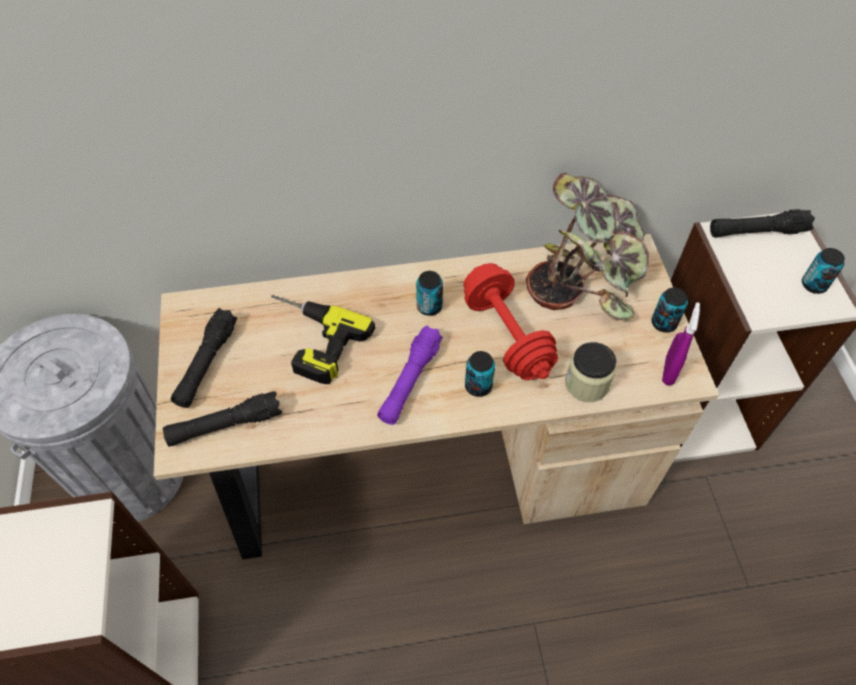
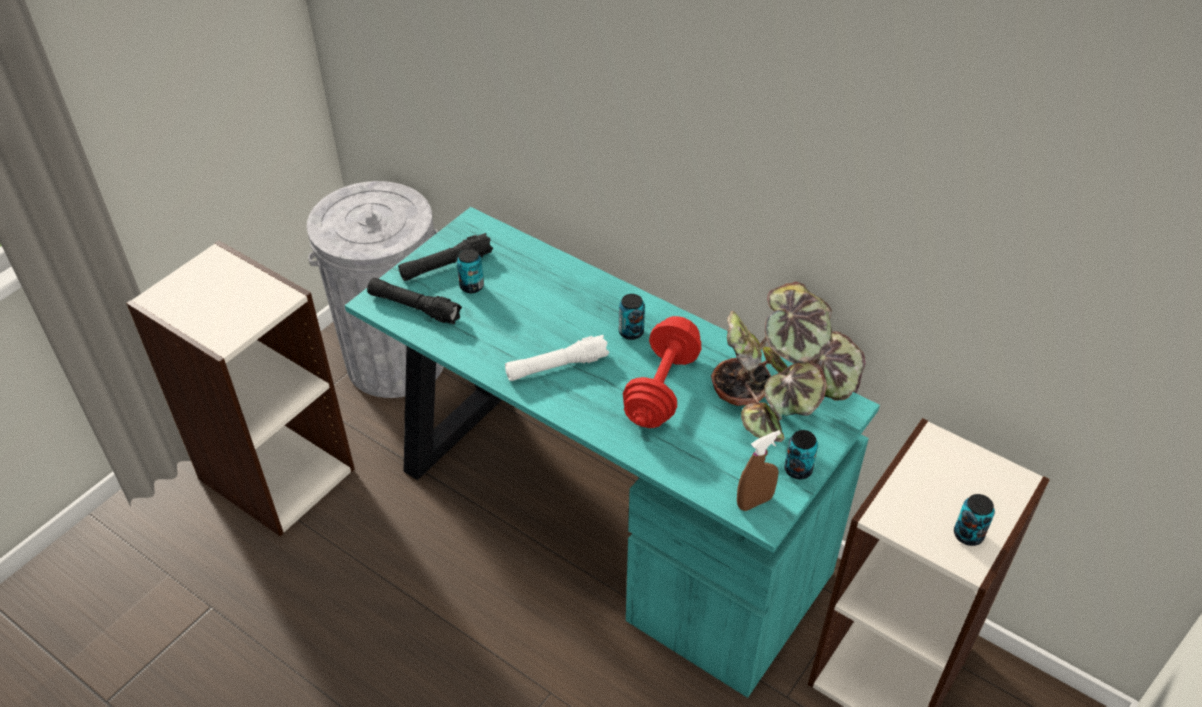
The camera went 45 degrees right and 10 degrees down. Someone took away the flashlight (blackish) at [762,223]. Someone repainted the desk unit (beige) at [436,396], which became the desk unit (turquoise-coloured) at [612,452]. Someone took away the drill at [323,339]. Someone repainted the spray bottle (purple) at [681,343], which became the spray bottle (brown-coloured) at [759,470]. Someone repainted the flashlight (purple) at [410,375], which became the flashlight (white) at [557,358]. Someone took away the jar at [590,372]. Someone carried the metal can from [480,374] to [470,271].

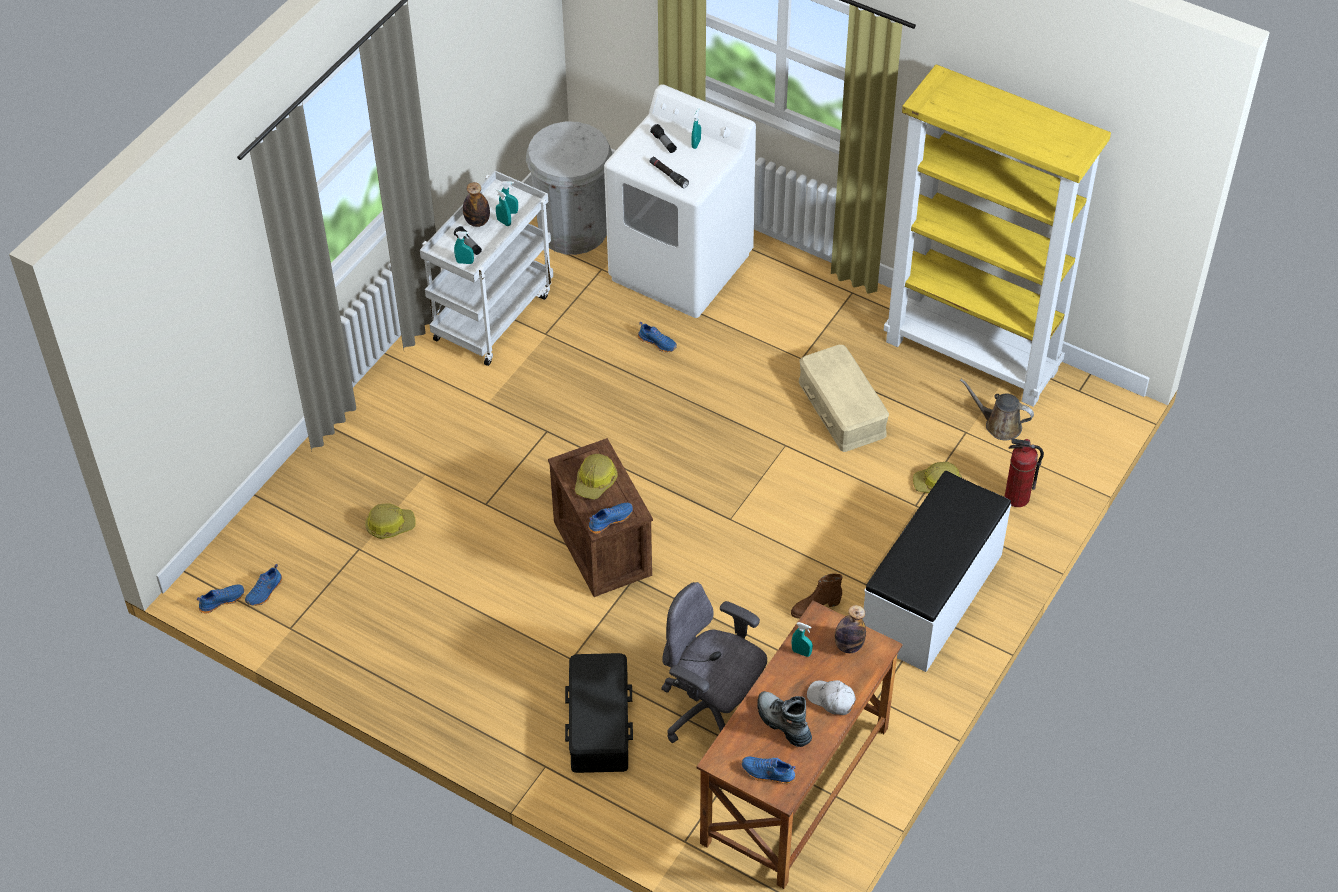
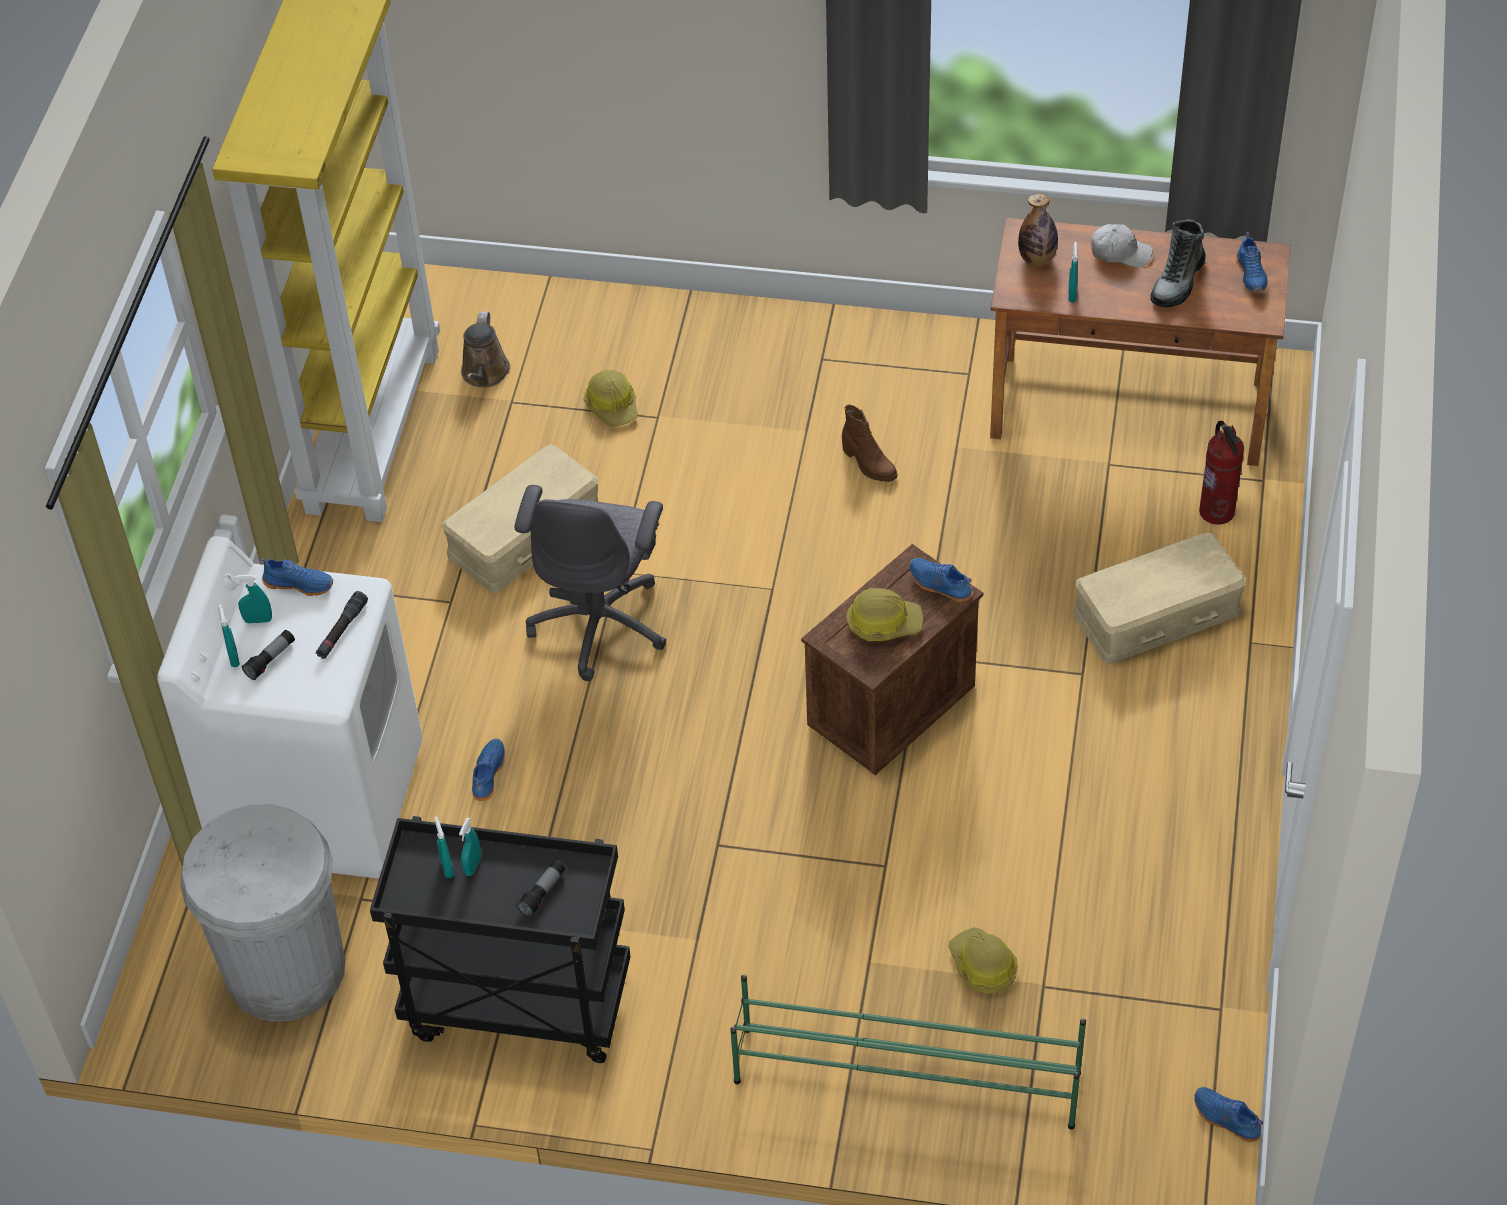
The camera went 110 degrees left and 0 degrees up. Someone repainted the wheeled cart (white) at [486,268], which became the wheeled cart (blackish) at [500,939]. Someone took away the bottle at [476,204]. Someone carried the spray bottle (turquoise-coloured) from [464,247] to [229,635]. Someone carried the fire extinguisher from [1024,472] to [1221,473]. Someone took away the indoor bench (white) at [937,571]. Someone carried the shoe (bluish) from [263,585] to [296,577]. Someone carried the desk chair (gray) from [714,662] to [590,583]. Someone repainted the storage box (blackish) at [599,713], which became the storage box (beige) at [1159,598]. Someone rotated the peaked cap (white) at [831,697] by 90 degrees counterclockwise. Someone put down the shoe rack (green-coloured) at [908,1052].

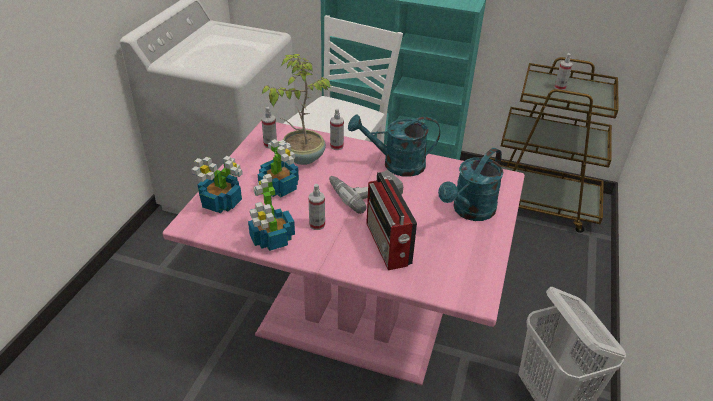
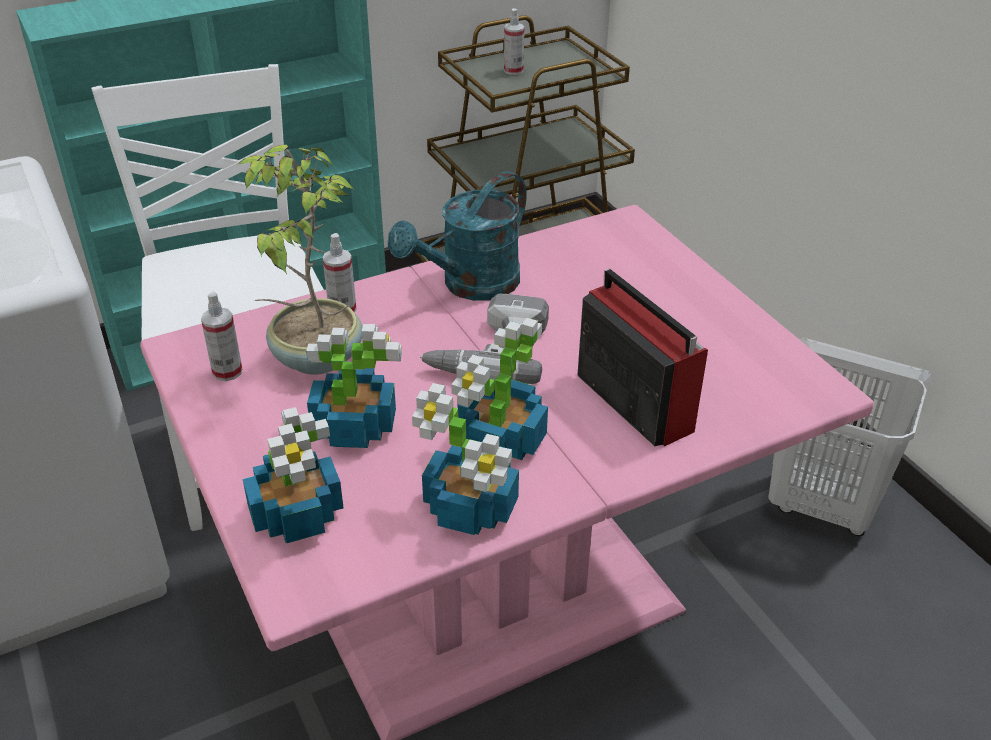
The camera went 45 degrees left and 0 degrees up. Someone took away the sprinkling can (turquoise-coloured) at [471,184]. Someone rotated the radio receiver at [391,221] by 150 degrees counterclockwise. Someone swapped the spray bottle at [316,207] for the houseplant at [499,389].

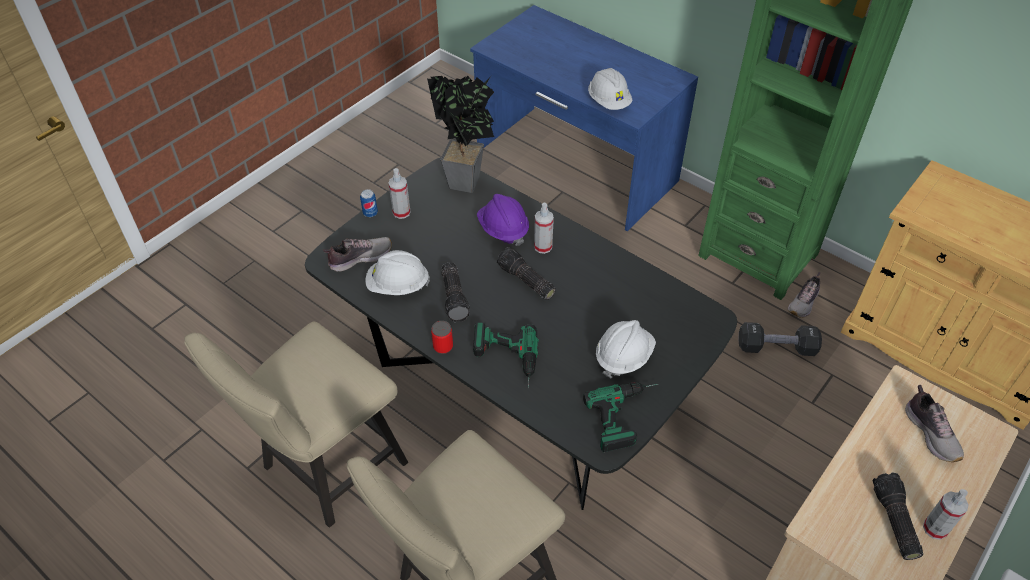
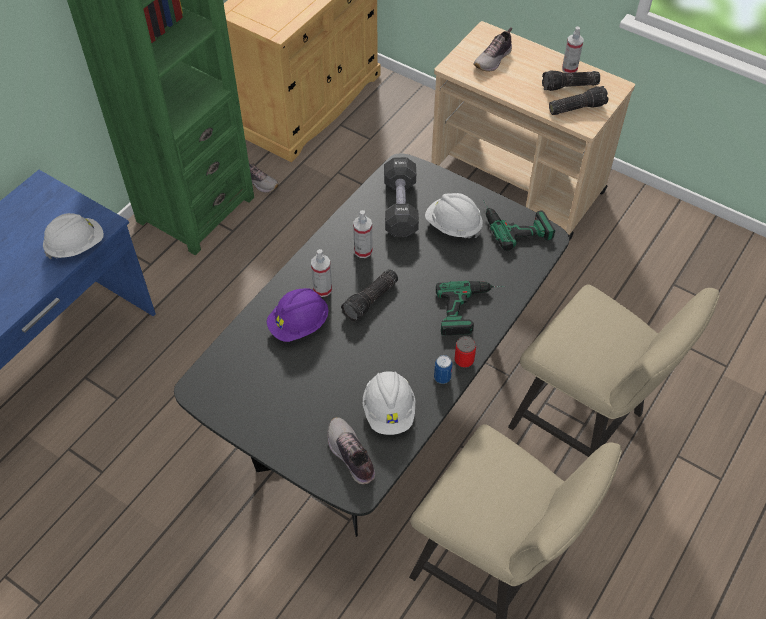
The camera went 95 degrees left and 5 degrees up. Someone took away the houseplant at [460,134]. Someone carried the spray bottle from [399,193] to [363,234]. Someone carried the metal can from [369,203] to [443,369]. Someone carried the flashlight from [455,292] to [578,100]. Someone carried the dumbbell (blackish) from [780,339] to [401,197]. Someone rotated the shoe at [934,423] by 150 degrees clockwise.

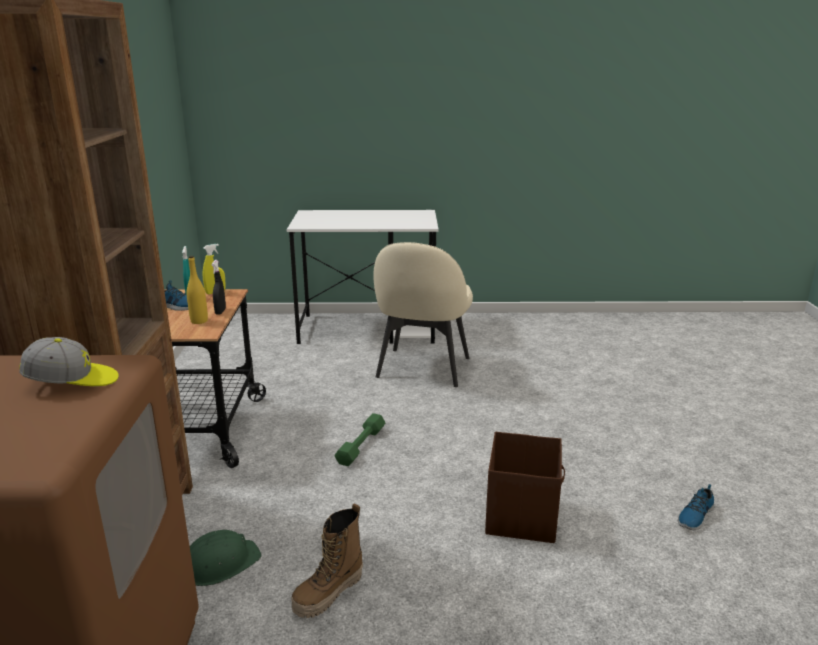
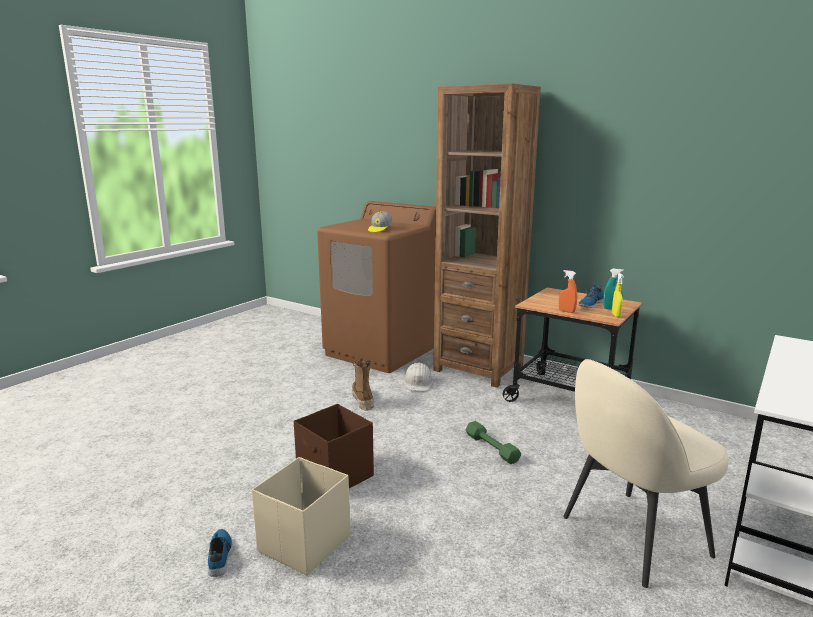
The camera went 125 degrees right and 5 degrees down. Someone rotated the upright chair (beige) at [423,314] by 75 degrees counterclockwise. Someone took away the bottle (yellowish) at [197,290]. Someone repainted the spray bottle (blackish) at [218,287], which became the spray bottle (orangey) at [568,291]. Someone repainted the hard hat (green-coloured) at [226,558], which became the hard hat (white) at [418,377]. Someone put down the storage box (beige) at [301,516].

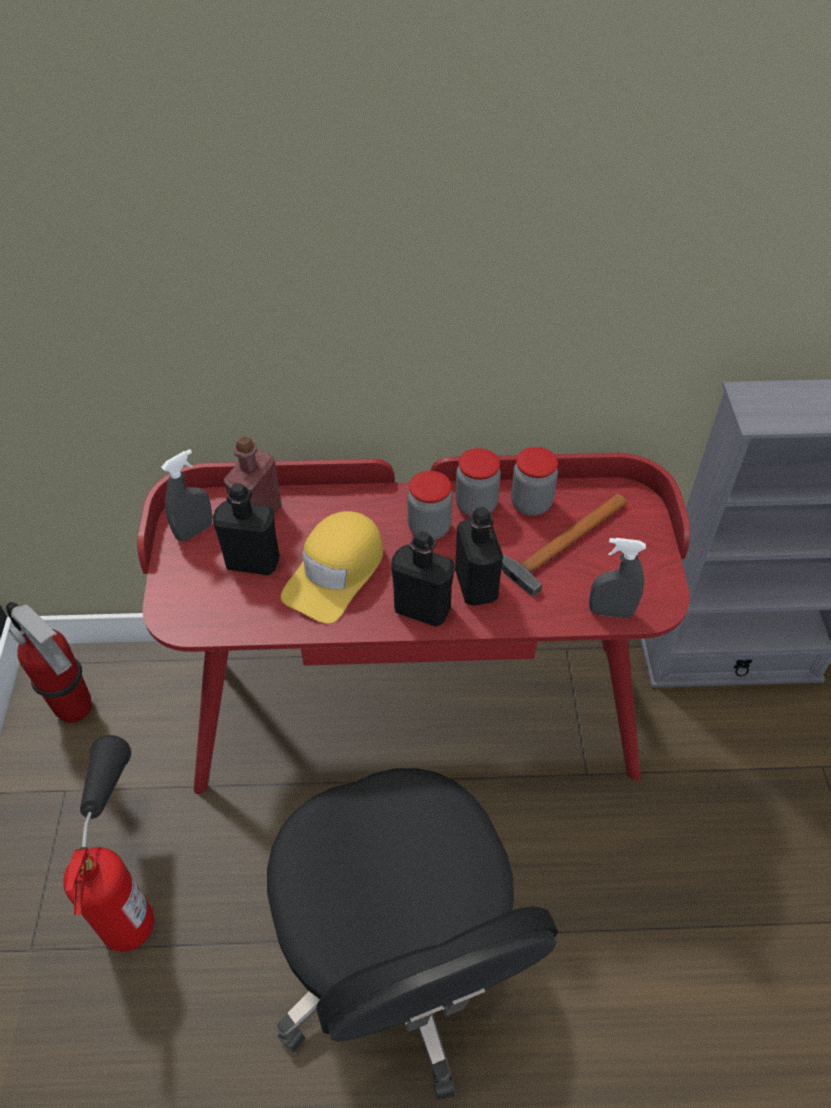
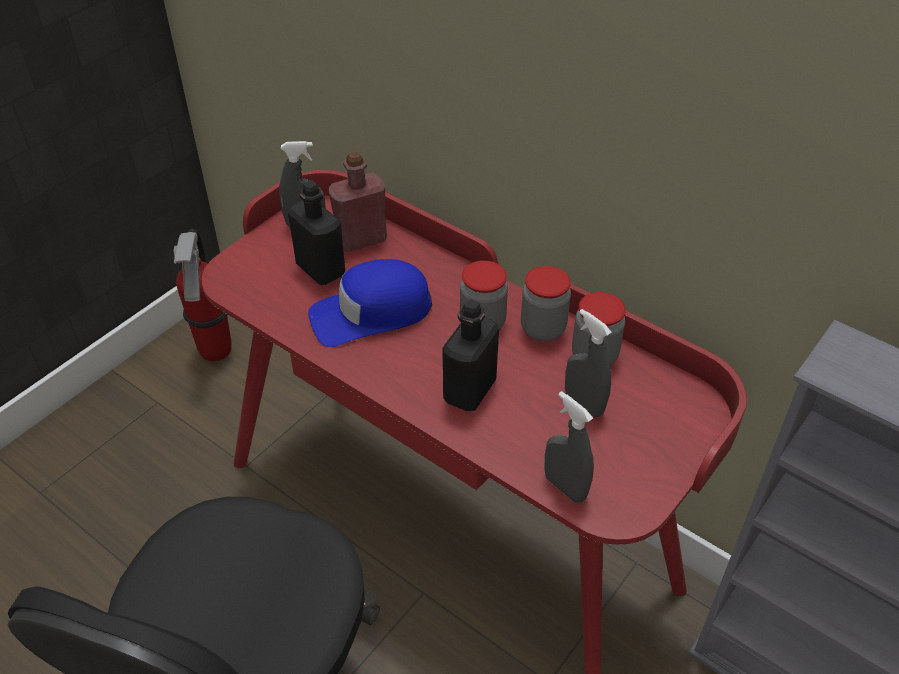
The camera went 40 degrees right and 5 degrees down. Someone swapped the tool hammer at [564,545] for the spray bottle (gray) at [588,363]. Someone repainted the peaked cap (yellowish) at [332,567], which became the peaked cap (bluish) at [370,303]. Someone took away the bottle (blackish) at [422,579]. Someone took away the fire extinguisher at [109,843].

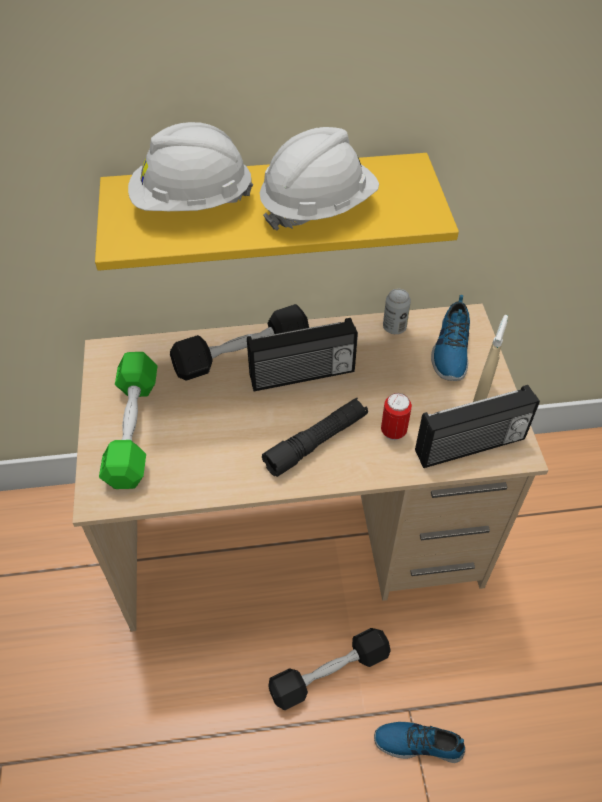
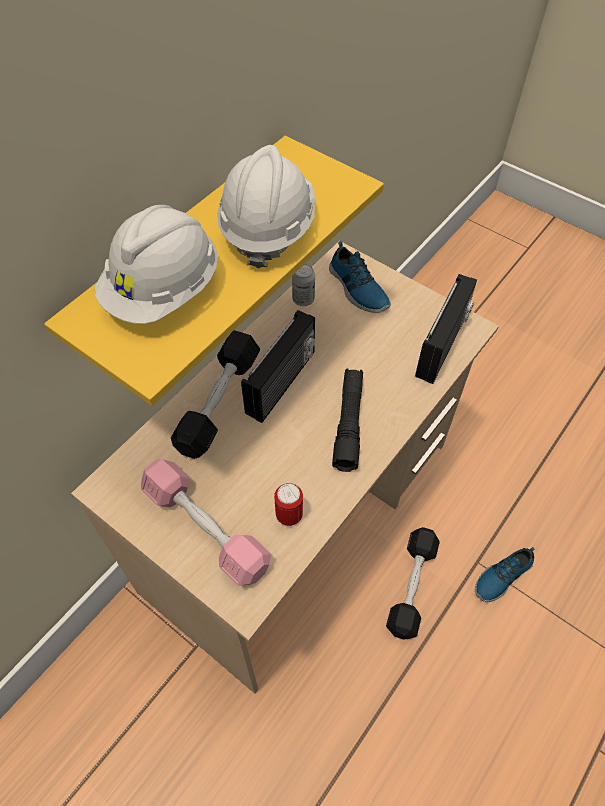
The camera went 45 degrees left and 5 degrees up. Someone took away the spray bottle (beige) at [490,358]. Someone repainted the dumbbell (green-coloured) at [128,420], which became the dumbbell (pinkish) at [206,522]. Someone carried the metal can from [396,416] to [288,504].

